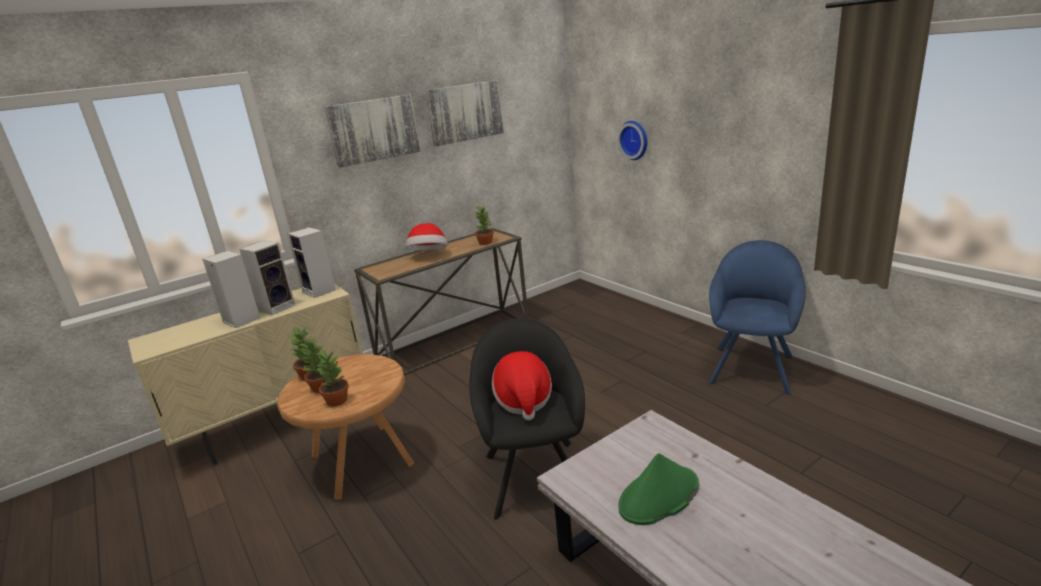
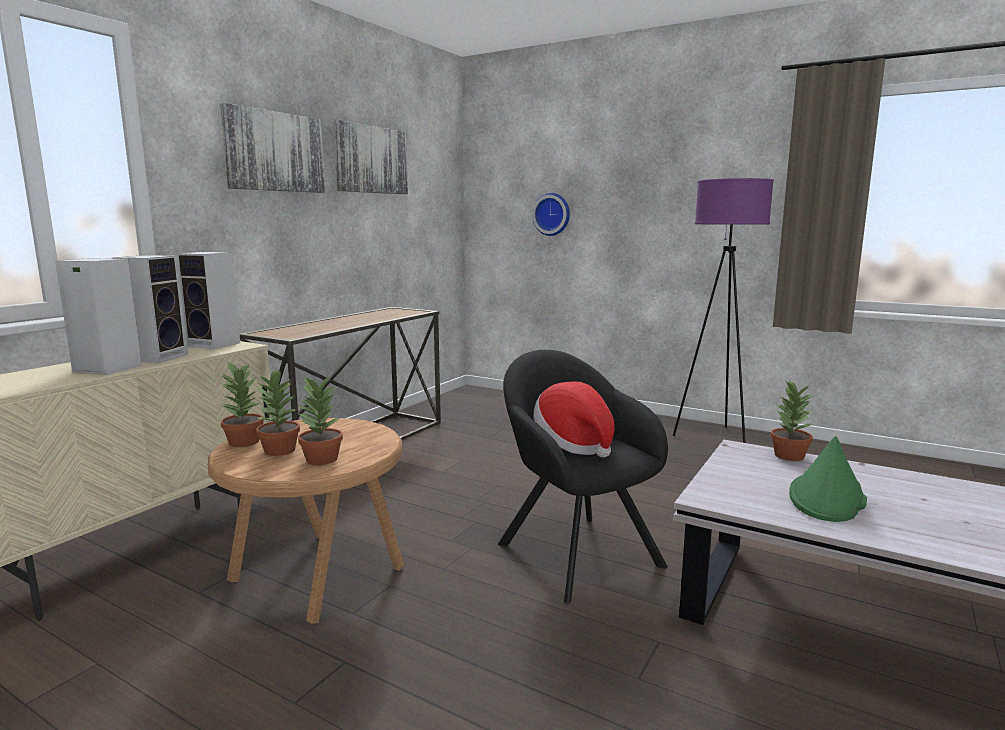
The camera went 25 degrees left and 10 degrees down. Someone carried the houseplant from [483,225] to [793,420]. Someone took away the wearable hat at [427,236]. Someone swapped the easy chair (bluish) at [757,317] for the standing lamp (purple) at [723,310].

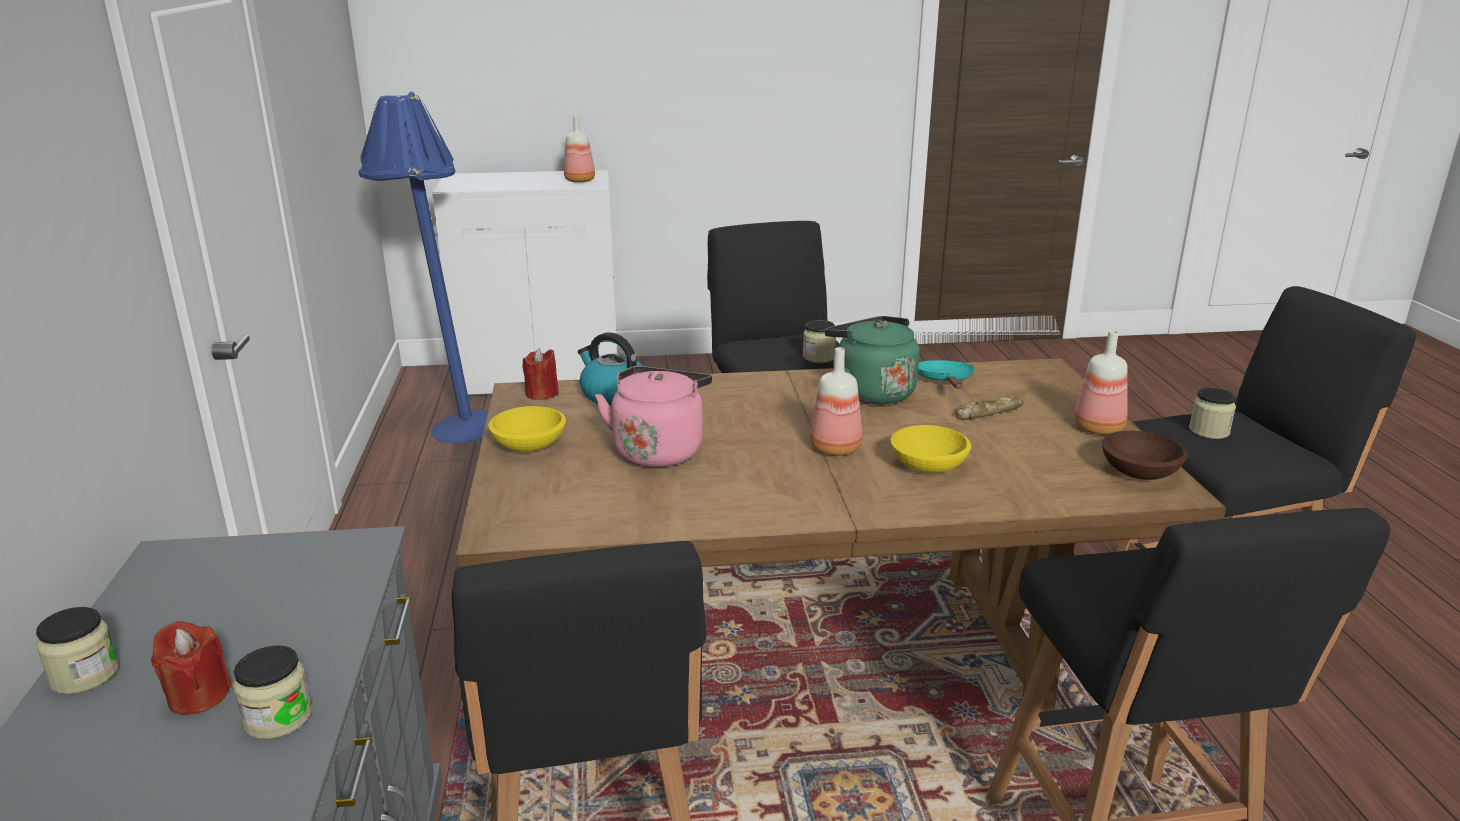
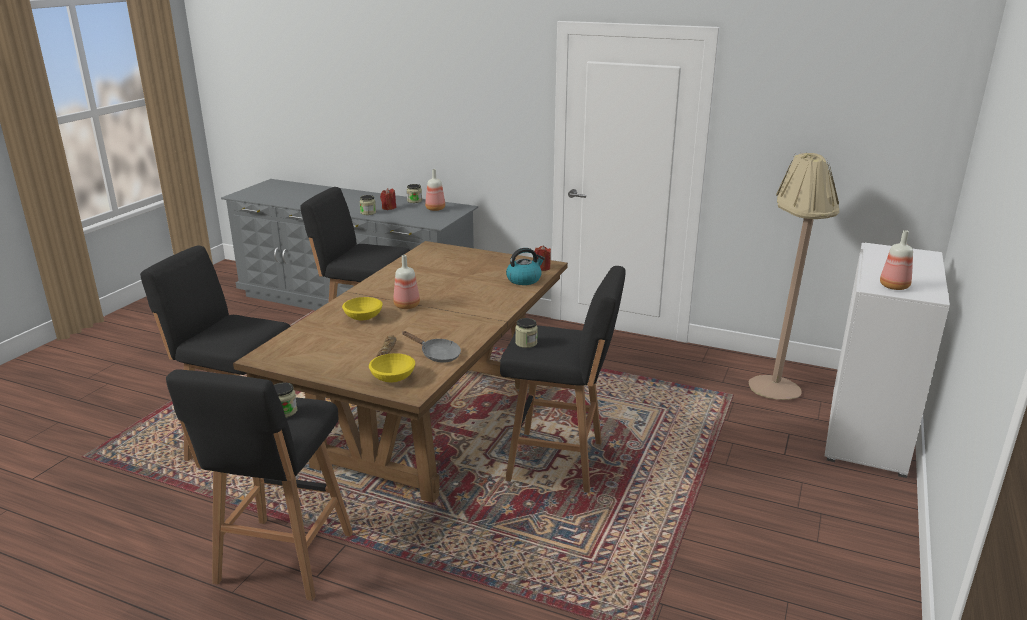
The camera went 120 degrees right and 0 degrees up. Someone repainted the standing lamp (bluish) at [423,267], which became the standing lamp (beige) at [794,276]. Someone took away the kettle (green-coloured) at [872,360]. Someone carried the bottle from [1101,382] to [435,190]. Someone repainted the pan (turquoise-coloured) at [946,374], which became the pan (gray) at [431,347]. Someone took away the kettle (pinkish) at [653,416]. Someone carried the deep dish (yellowish) from [527,429] to [392,367]. Someone took away the deep dish (brown-coloured) at [1145,455].

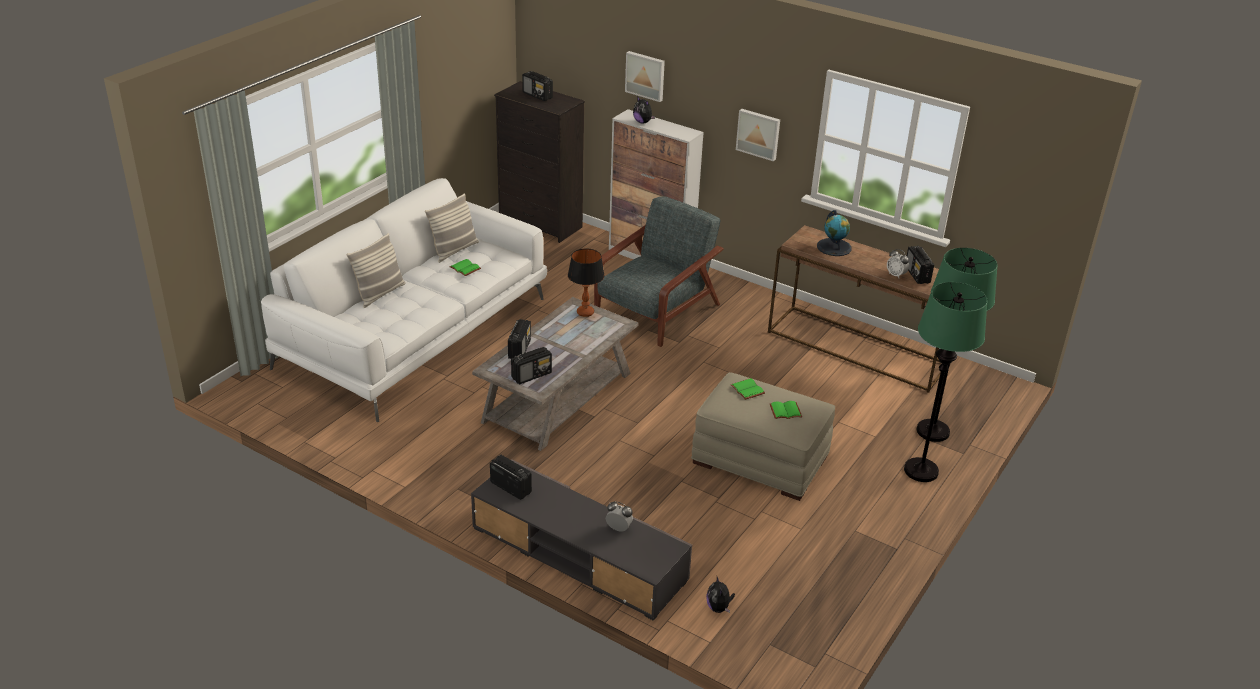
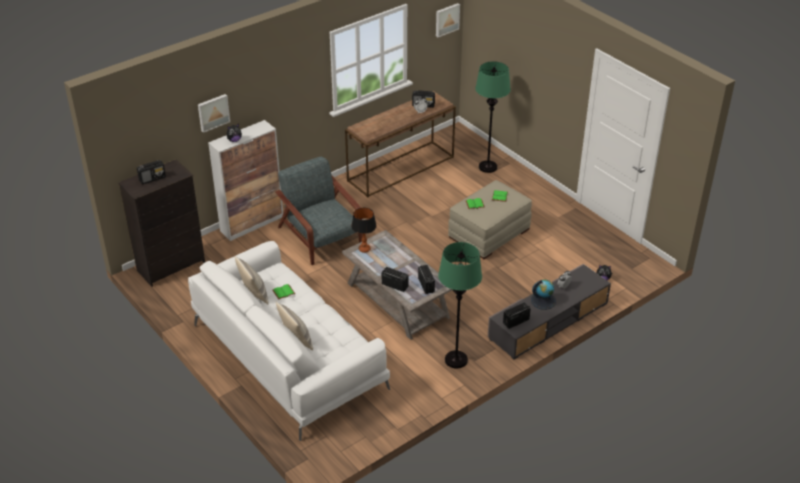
The camera went 70 degrees left and 5 degrees up. Someone carried the picture from [758,135] to [448,20]. Someone carried the globe from [834,233] to [543,295]. Someone carried the standing lamp (green-coloured) from [946,382] to [460,305].

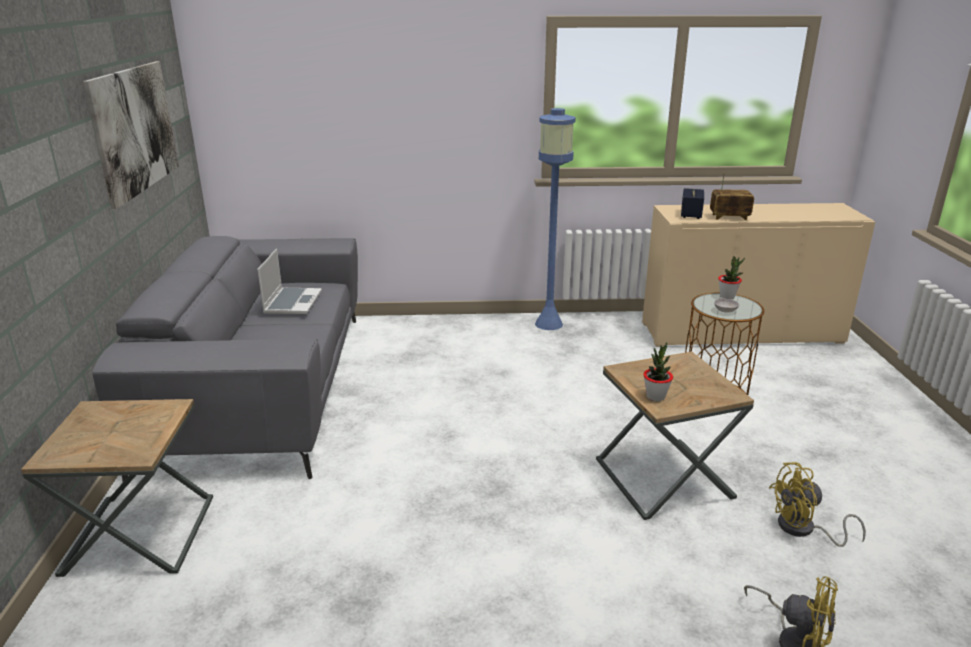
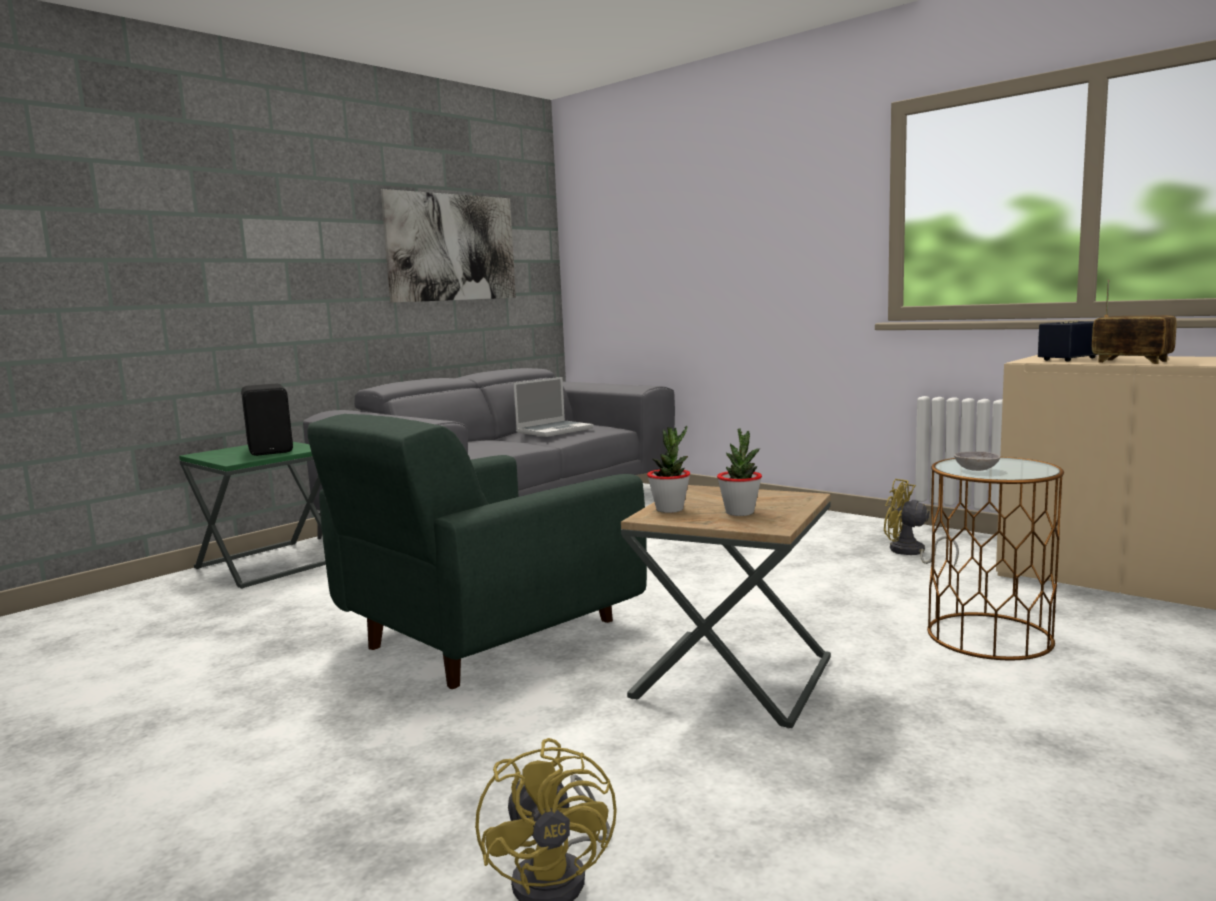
The camera went 45 degrees right and 15 degrees down. Someone took away the standing lamp (bluish) at [555,219]. Someone carried the houseplant from [731,277] to [739,472]. Someone repainted the end table (brown-coloured) at [117,488], which became the end table (green-coloured) at [252,515]. Someone carried the fan (yellowish) from [817,504] to [921,523]. Someone put down the speaker (blackish) at [267,419]. Someone put down the easy chair (green-coloured) at [477,551].

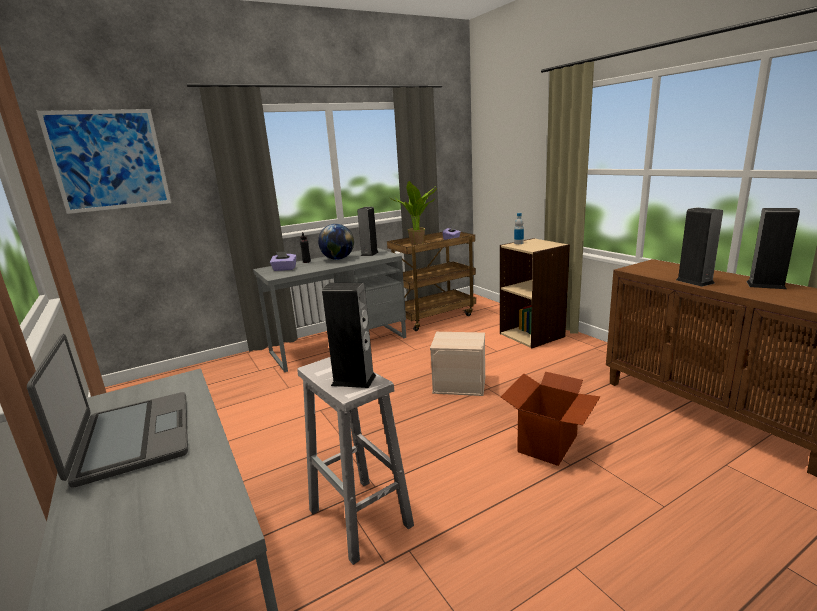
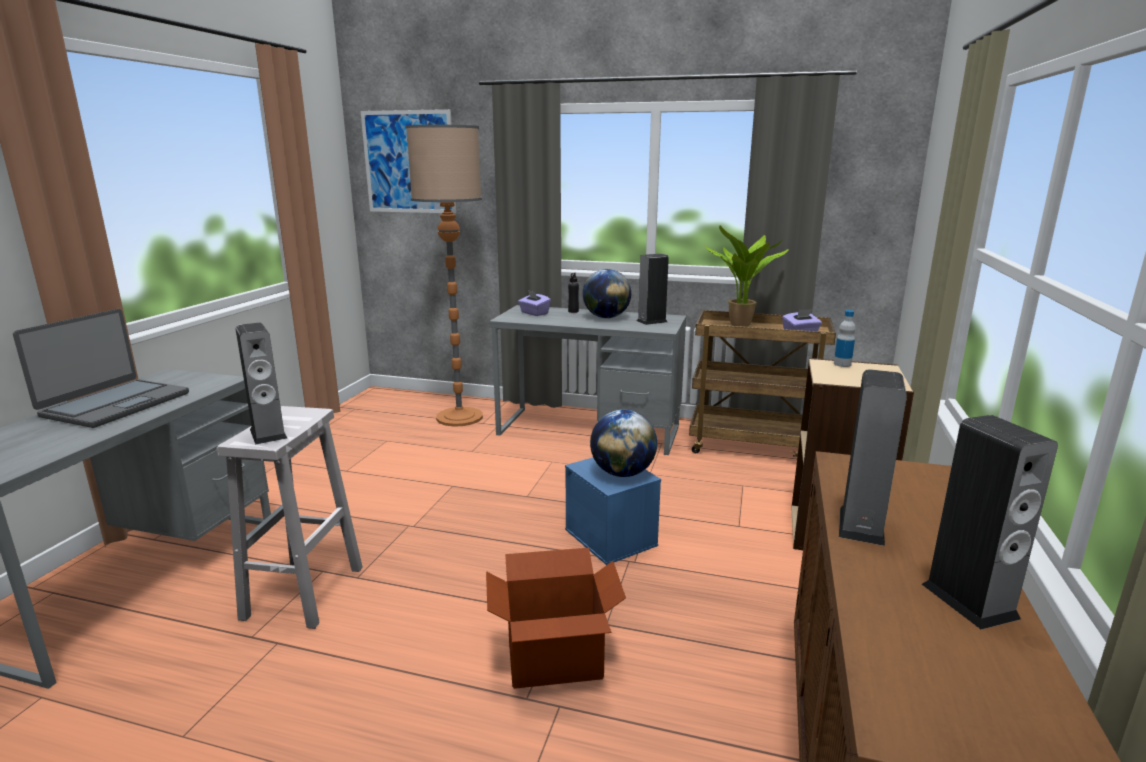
The camera went 45 degrees right and 0 degrees up. Someone repainted the storage box (beige) at [458,364], which became the storage box (bluish) at [613,511]. Someone put down the standing lamp at [444,276]. Someone put down the globe at [623,443].

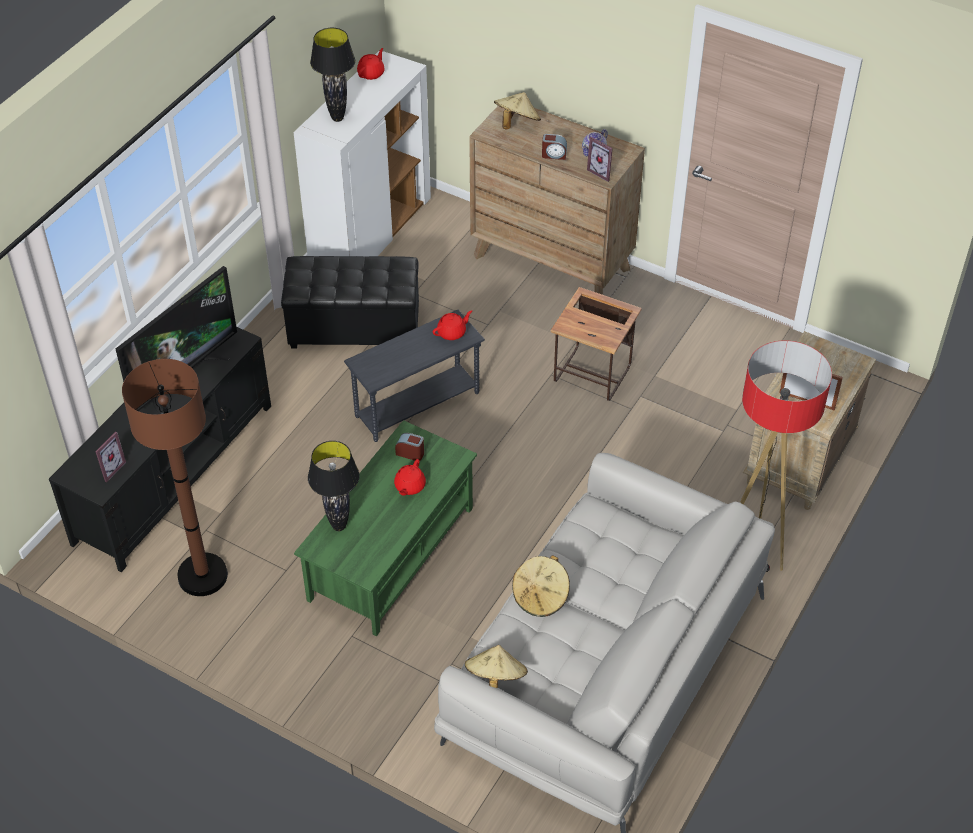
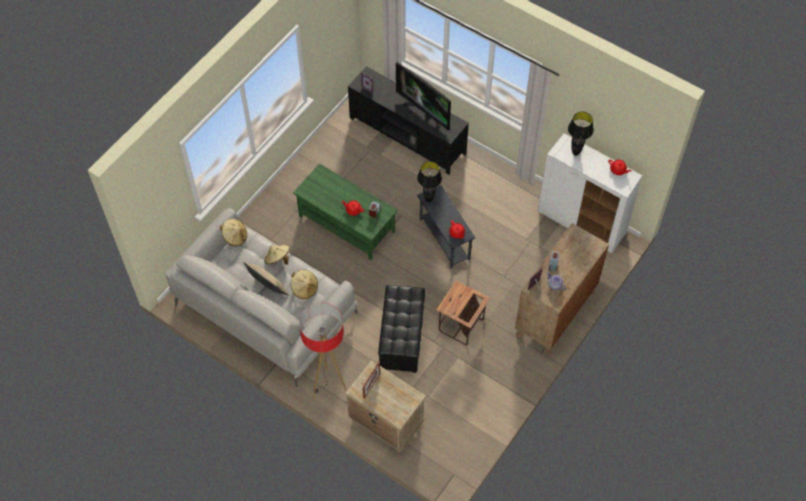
The camera went 95 degrees right and 10 degrees up. Someone carried the wearable hat (beige) from [517,110] to [304,284]. Someone carried the footrest (blackish) from [350,302] to [401,329]. Someone took away the standing lamp (brown-coloured) at [175,477]. Someone carried the table lamp (blackish) from [334,486] to [429,181]. Someone put down the throw pillow (beige) at [266,278].

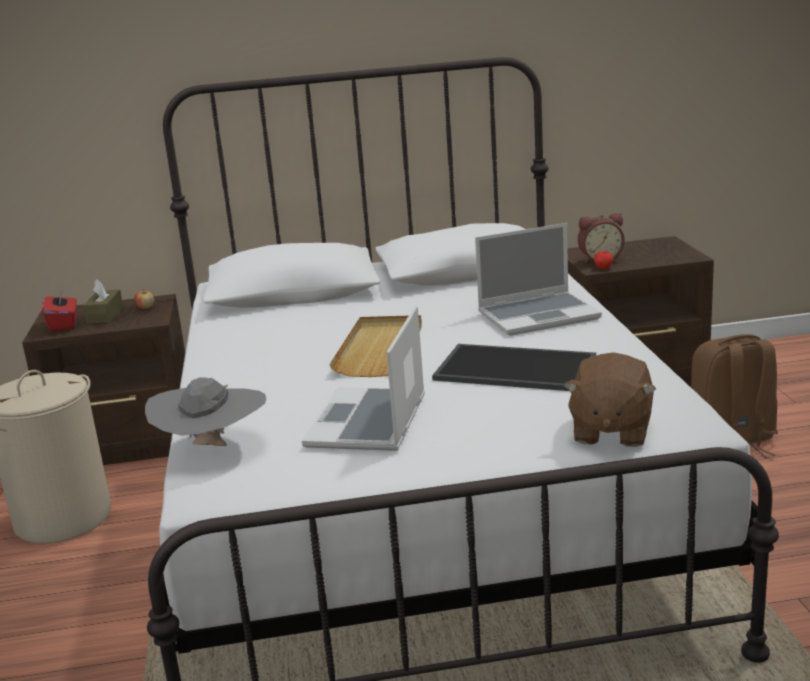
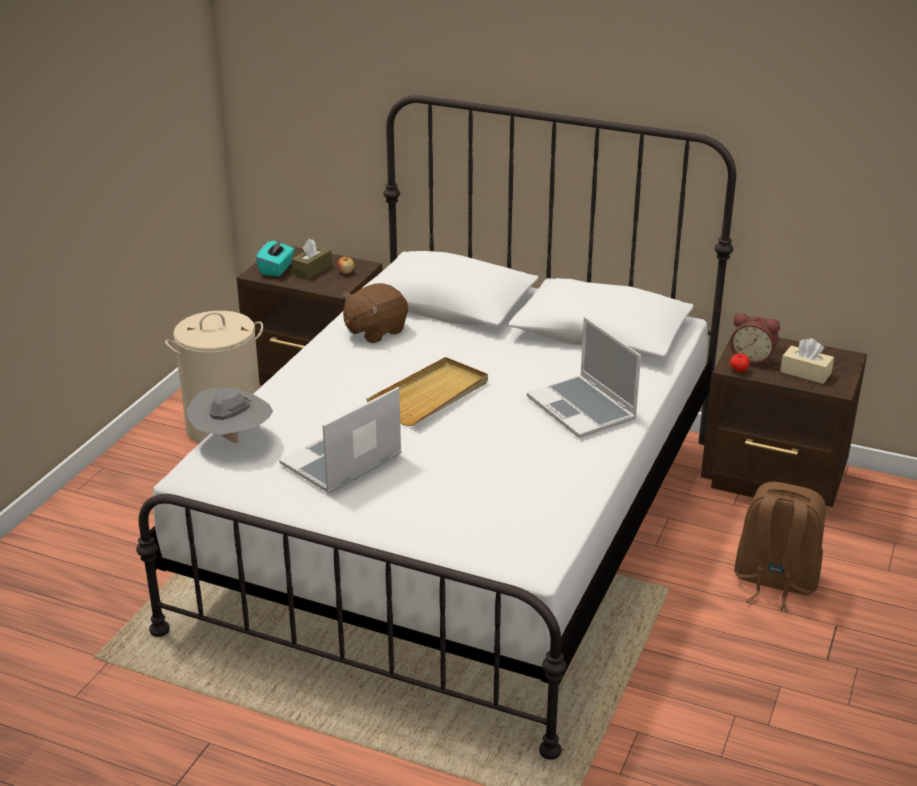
The camera went 30 degrees right and 10 degrees up. Someone rotated the notebook computer at [538,279] by 45 degrees clockwise. Someone repainted the tissue box (red) at [59,310], which became the tissue box (turquoise-coloured) at [275,258]. Someone took away the serving tray at [514,367]. Someone carried the soft toy (brown-coloured) from [609,399] to [375,313]. Someone put down the tissue box (beige) at [807,361].

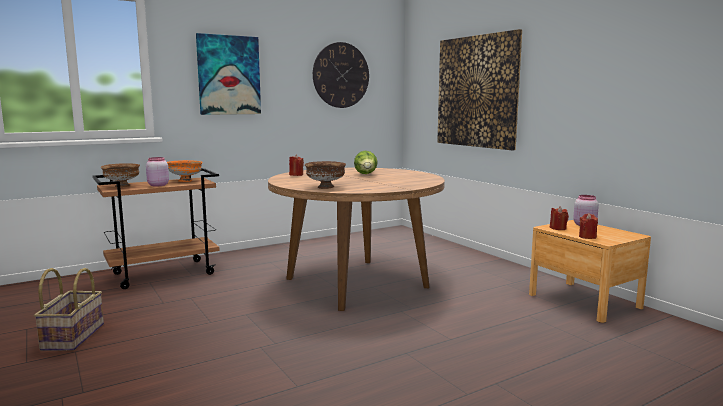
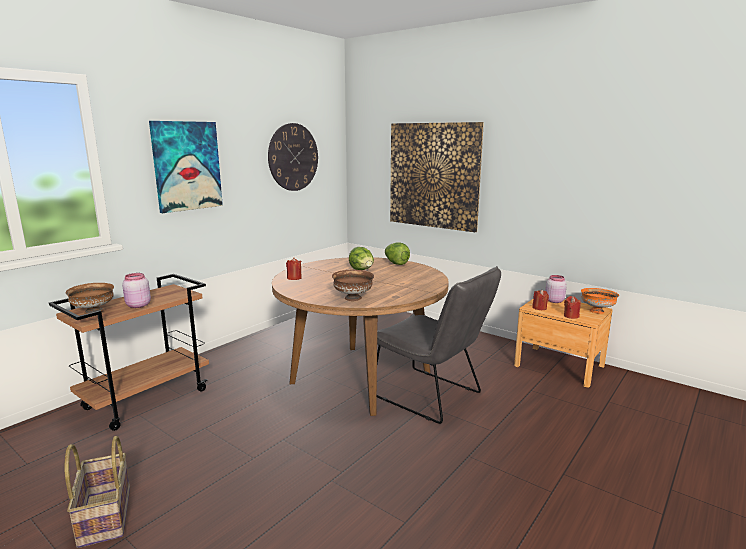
The camera went 20 degrees left and 5 degrees up. Someone carried the deep dish (orangey) from [185,171] to [600,301]. Someone put down the lettuce head at [397,253]. Someone put down the upright chair (gray) at [439,345].

